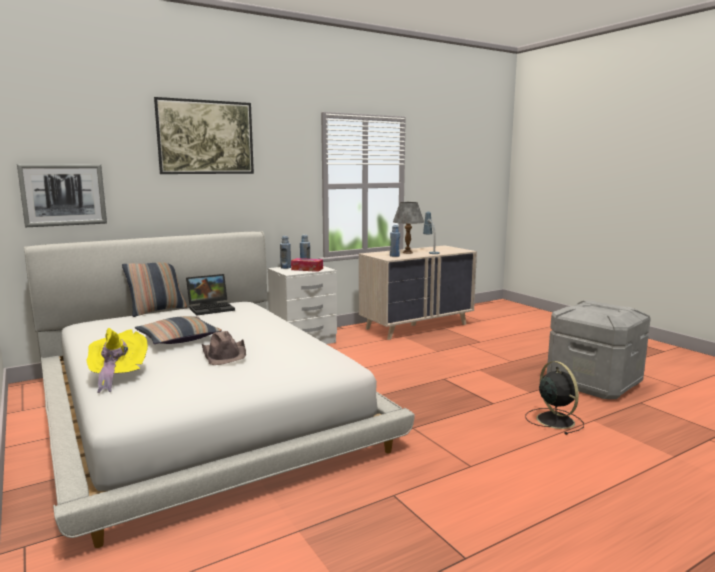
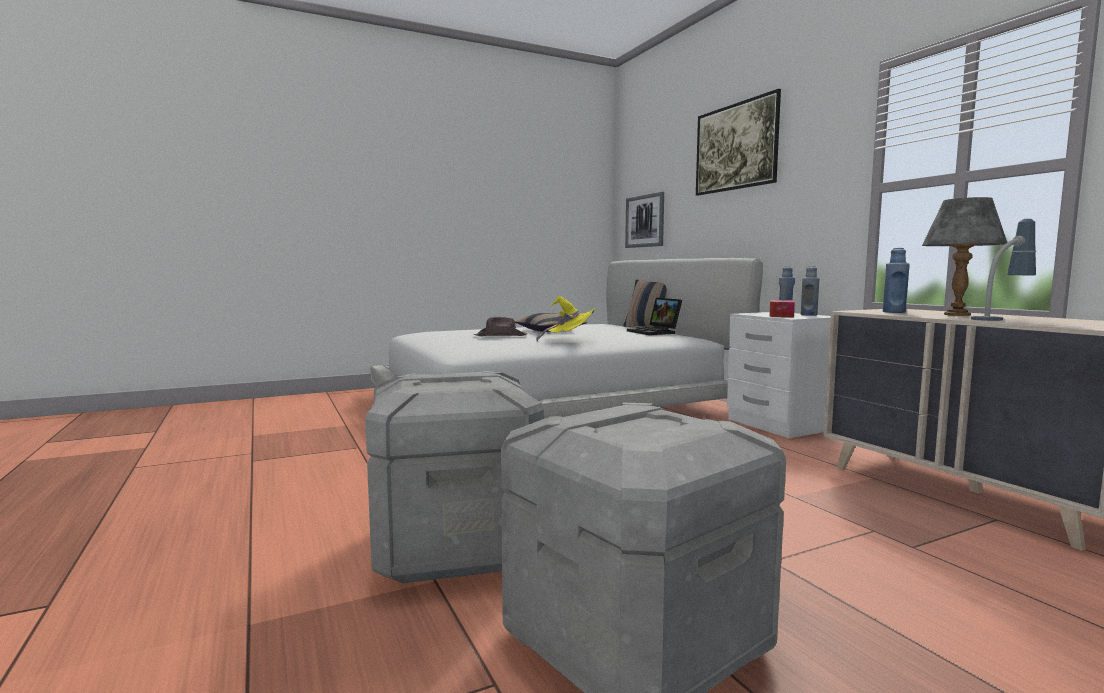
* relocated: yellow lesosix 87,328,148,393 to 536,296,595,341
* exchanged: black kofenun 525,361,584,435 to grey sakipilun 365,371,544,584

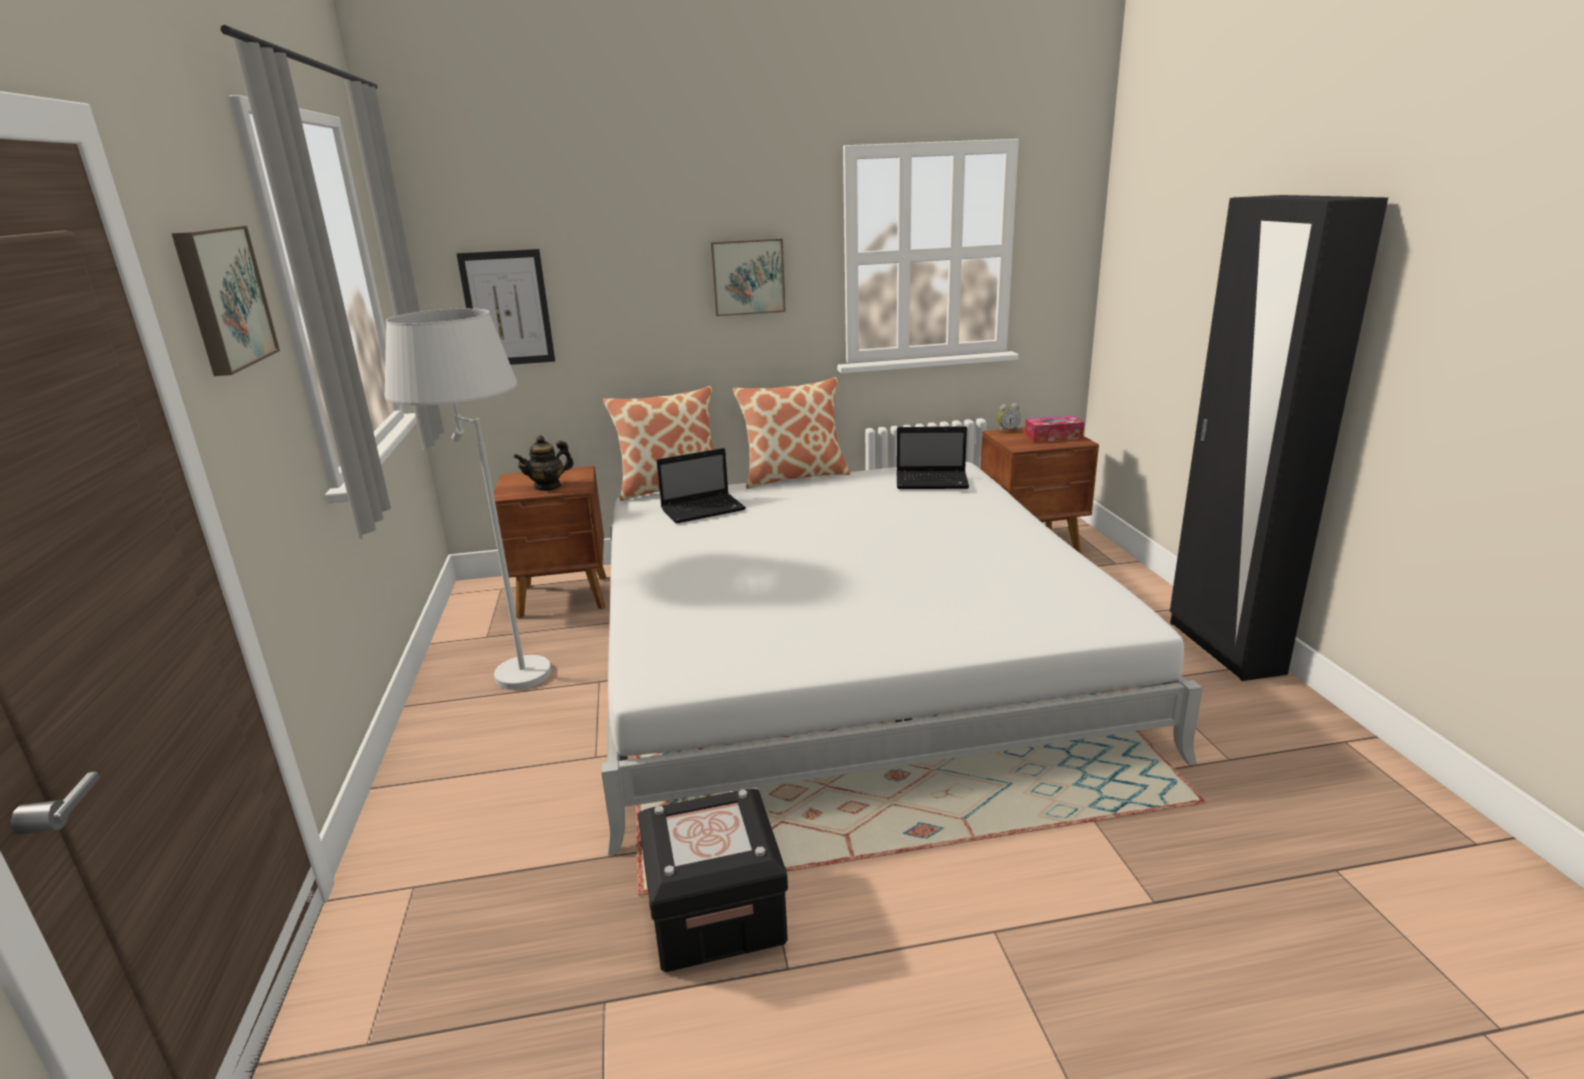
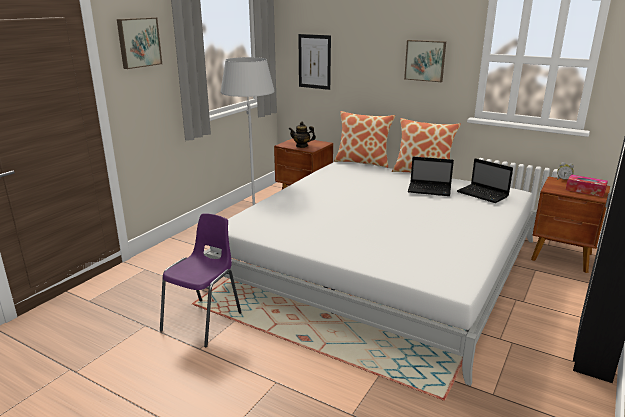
* relocated: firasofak 656,448,746,524 to 408,157,454,196
* exchanged: black sakipilun 638,789,788,972 to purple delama 160,214,242,347

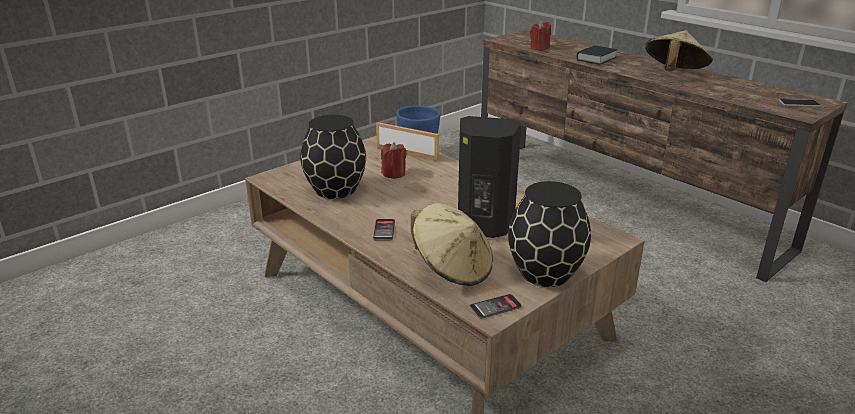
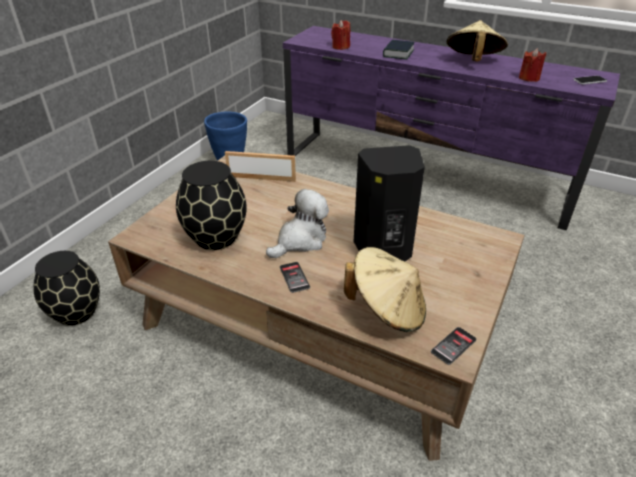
* appeared: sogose 266,189,329,258
* relocated: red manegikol 381,142,407,179 to 519,48,546,82
* relocated: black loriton 508,181,591,287 to 33,251,100,326
* colour: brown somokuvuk 481,29,848,283 to purple somokuvuk 283,26,620,231

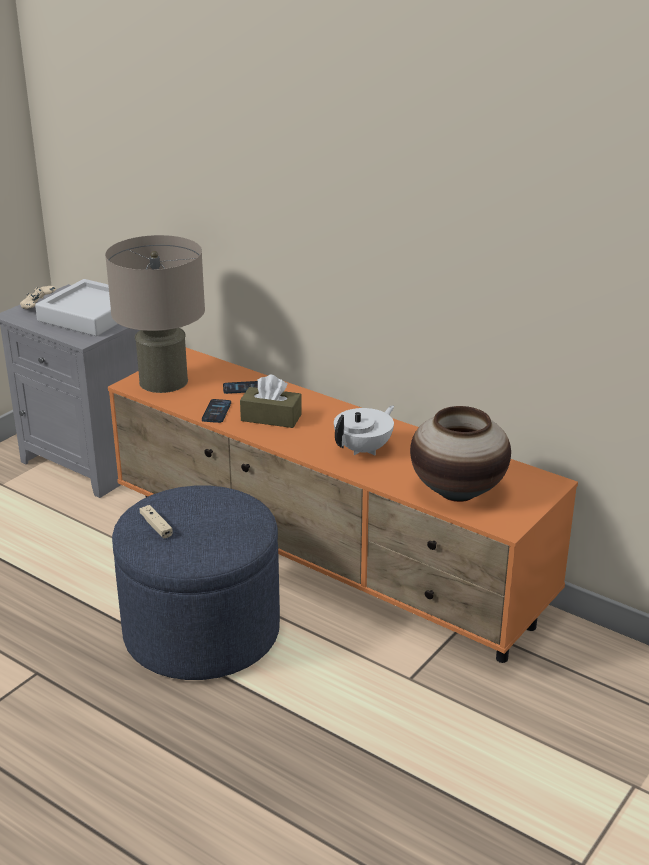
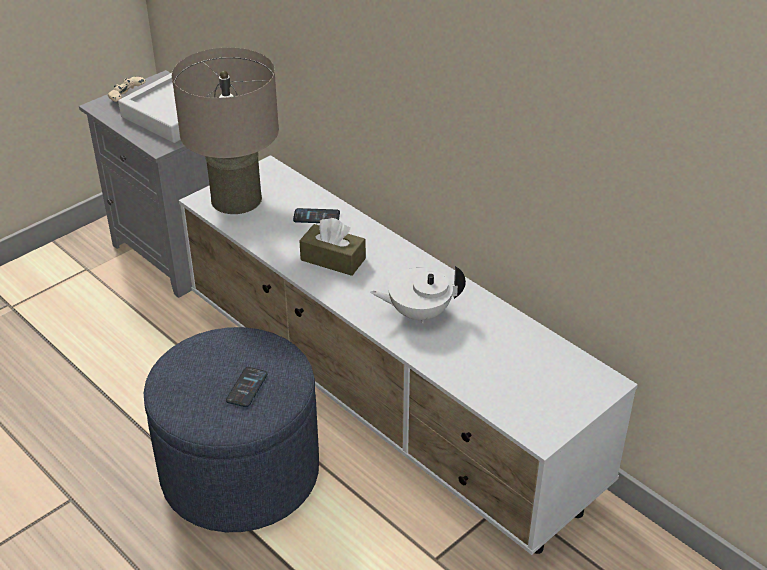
* missing: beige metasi 140,505,172,538
* missing: loriton 410,406,511,502
* relocated: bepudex 202,399,231,423 to 226,367,267,407
* colour: orange somokuvuk 108,348,578,663 to white somokuvuk 179,155,638,555
* spun: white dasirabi 334,405,394,456 = 370,266,466,323 150 degrees counterclockwise

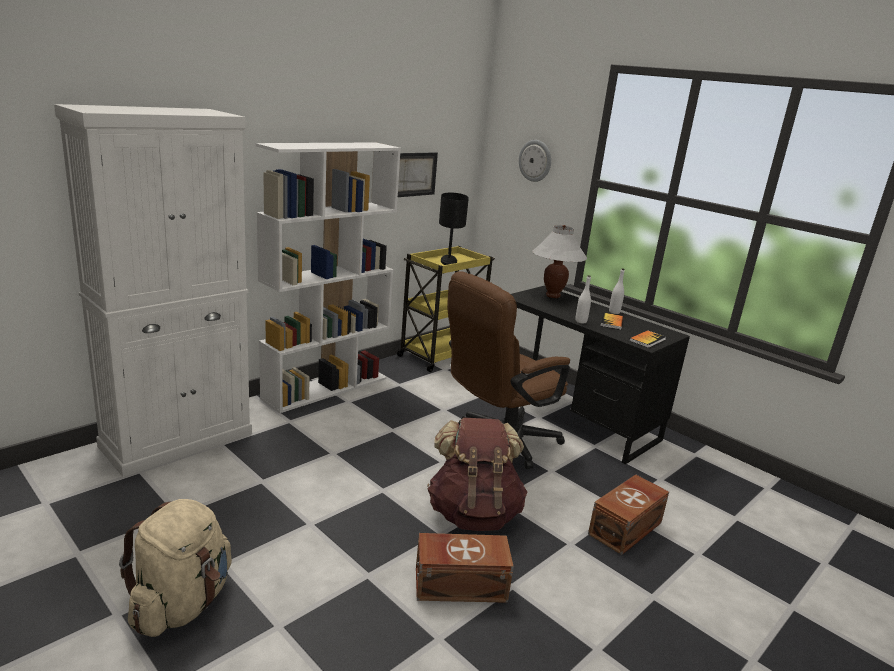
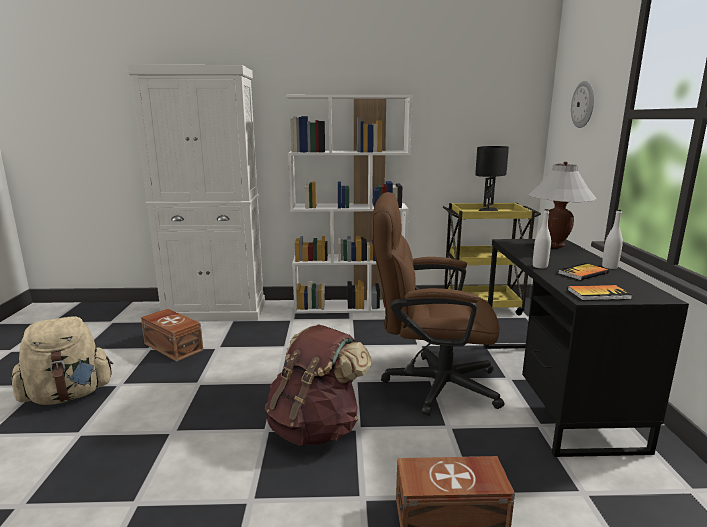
* missing: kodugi 398,152,438,197
* relocated: brown sakipilun 416,533,514,603 to 141,309,203,362

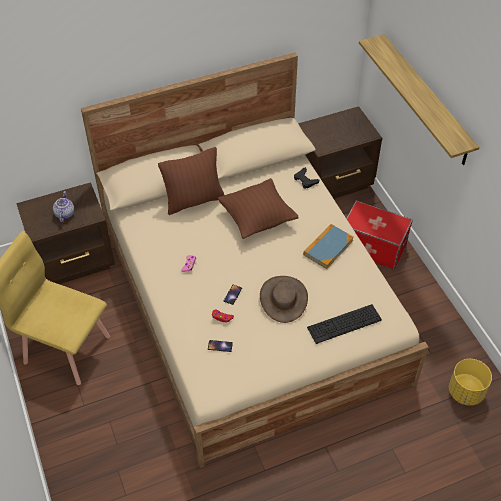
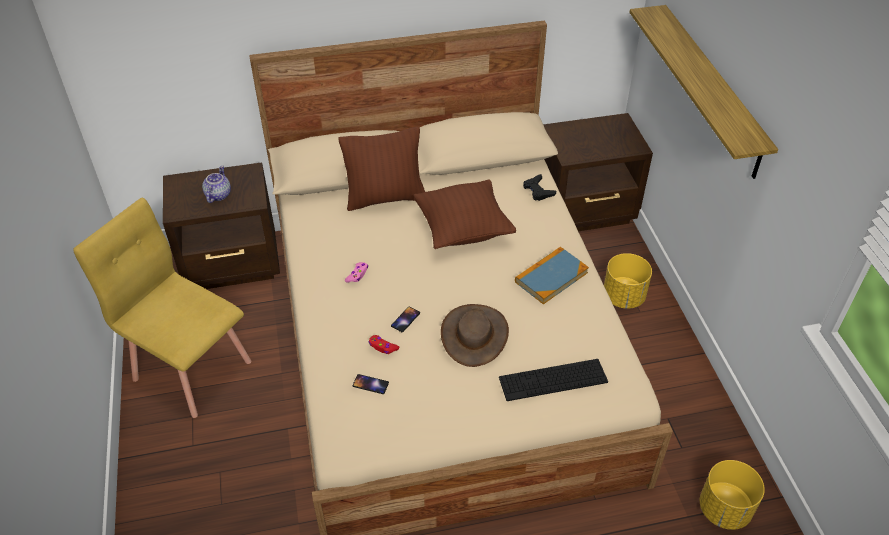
* exchanged: sakipilun 346,200,413,270 to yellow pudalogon 604,253,652,309

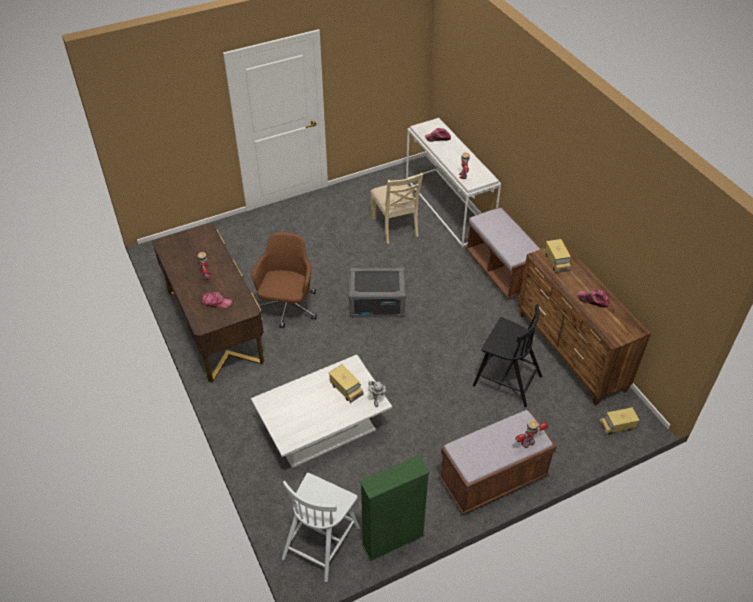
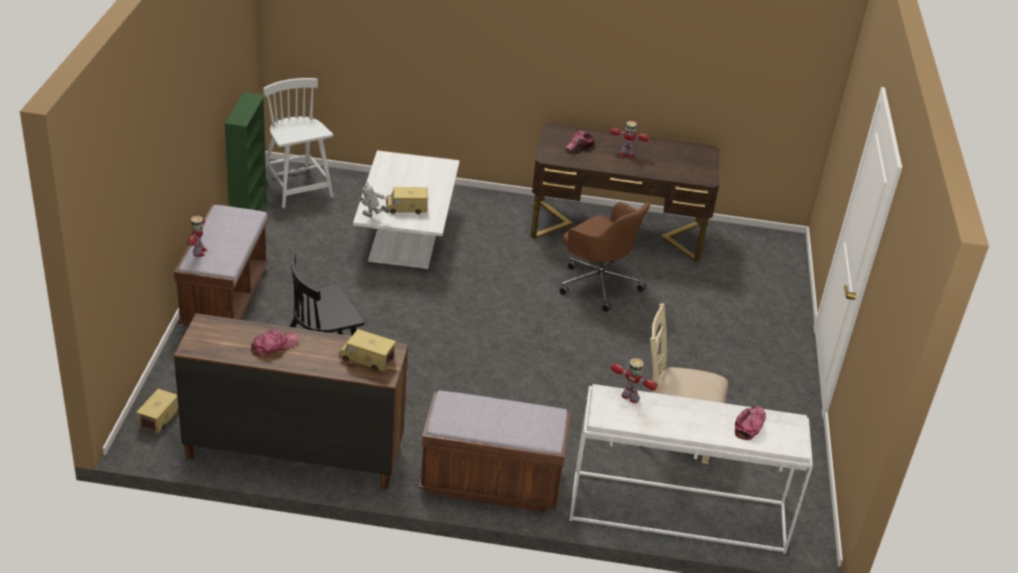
* missing: grey sakipilun 348,268,406,318

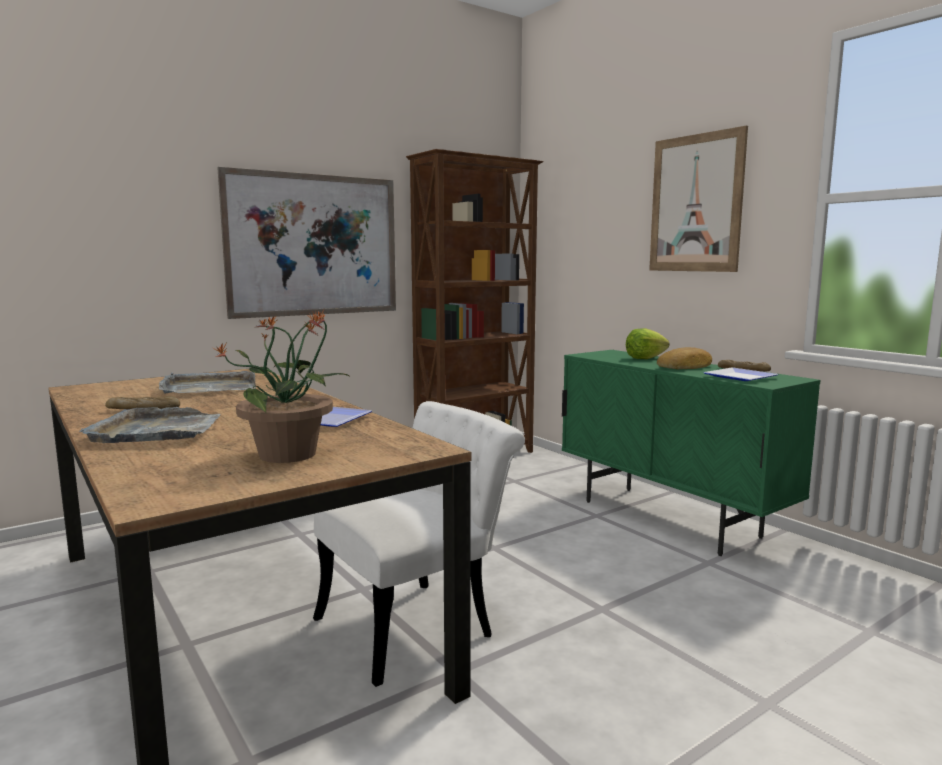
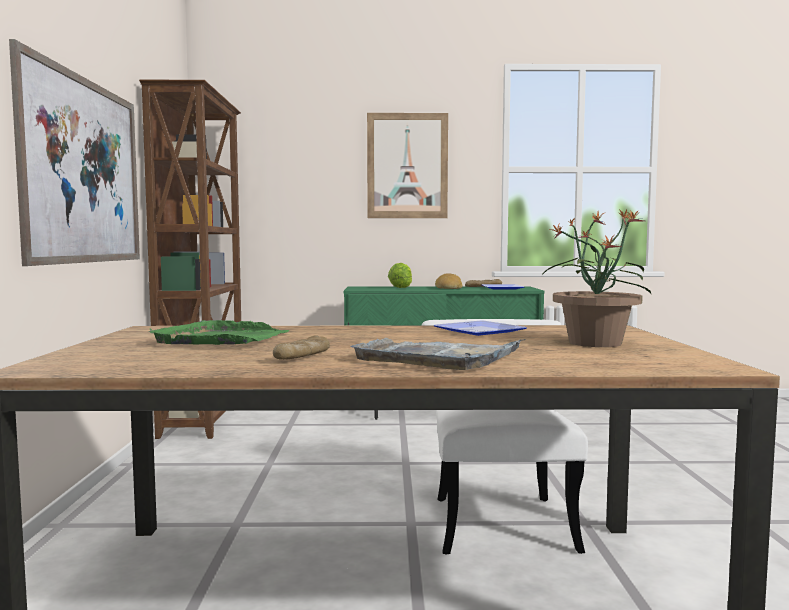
* colour: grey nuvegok 159,371,256,393 to green nuvegok 148,320,290,345

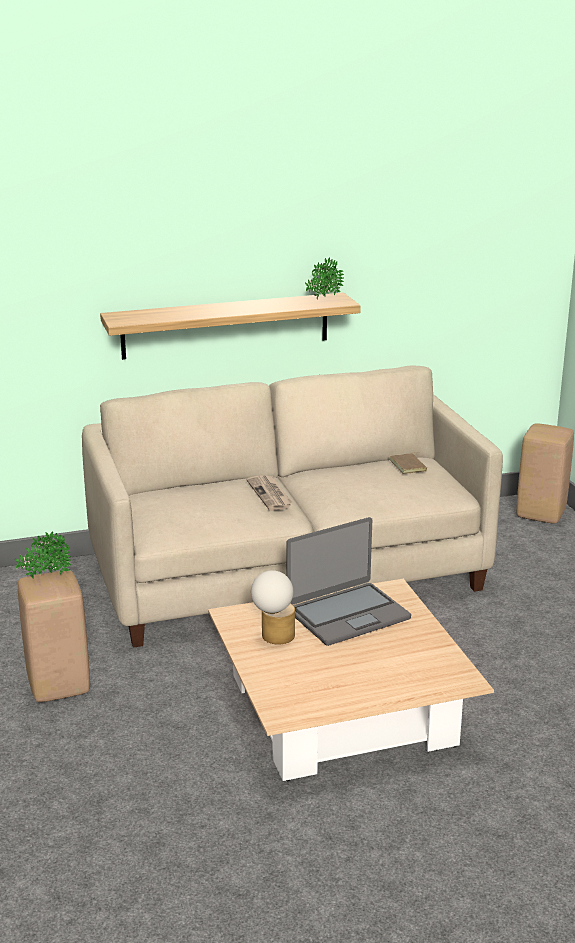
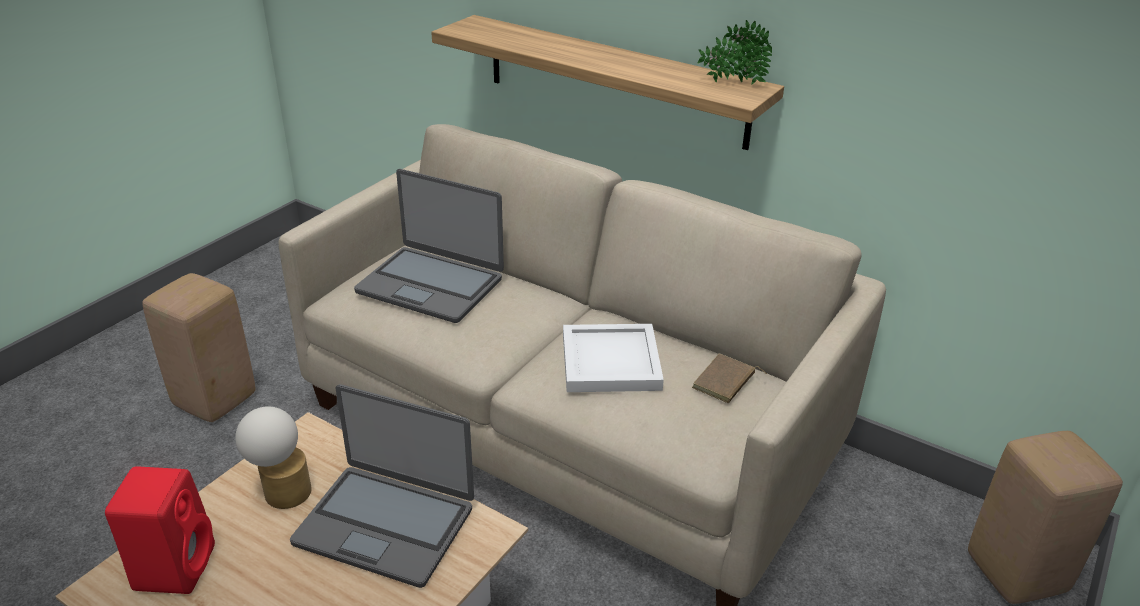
* missing: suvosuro 15,531,71,579
* missing: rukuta 247,475,292,511
* appeared: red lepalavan 105,467,215,594
* appeared: firasofak 354,169,504,323
* appeared: white nuvegok 563,324,664,392

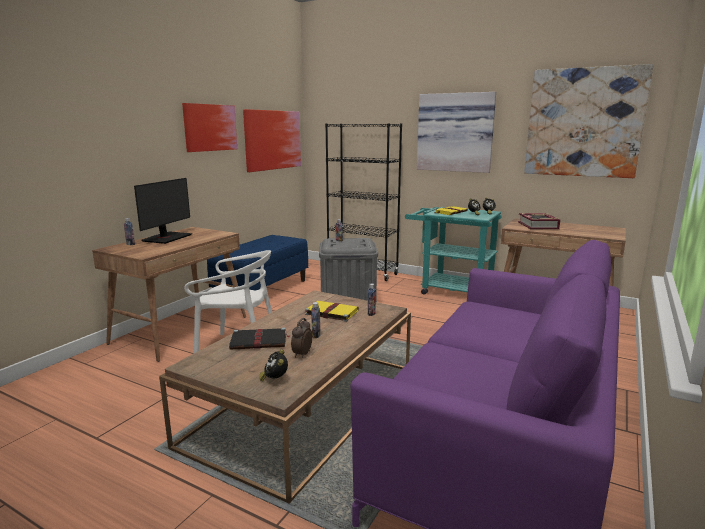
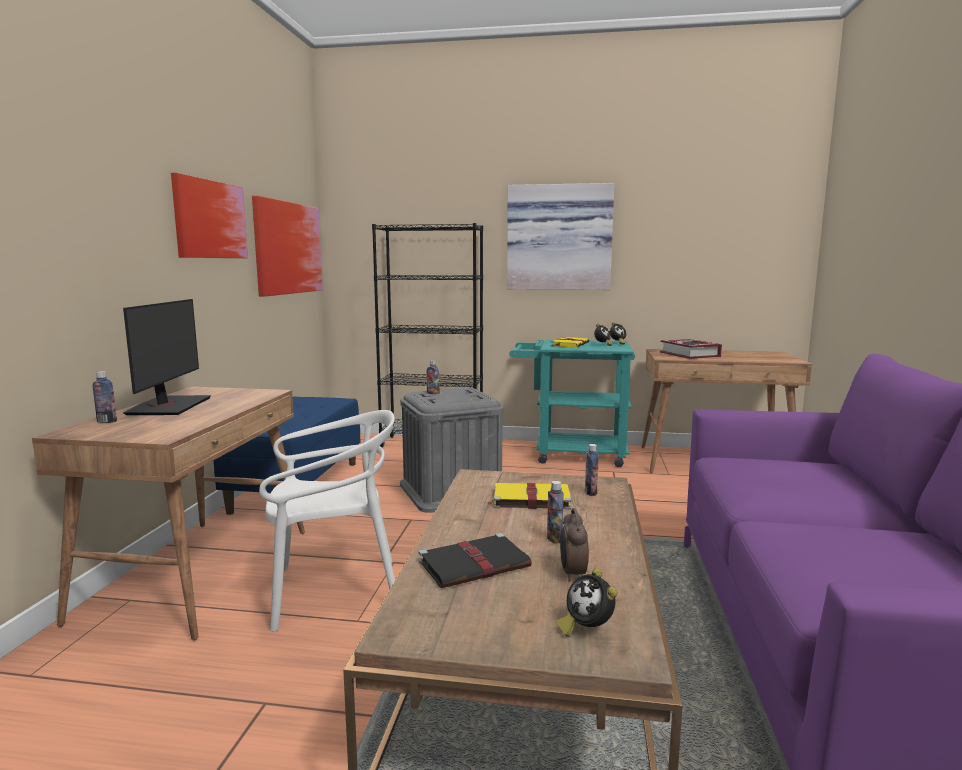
* missing: kodugi 524,64,653,178

